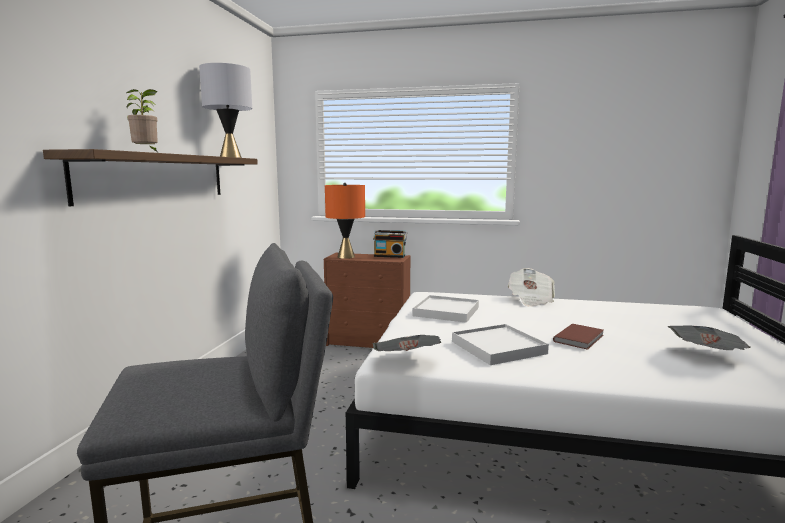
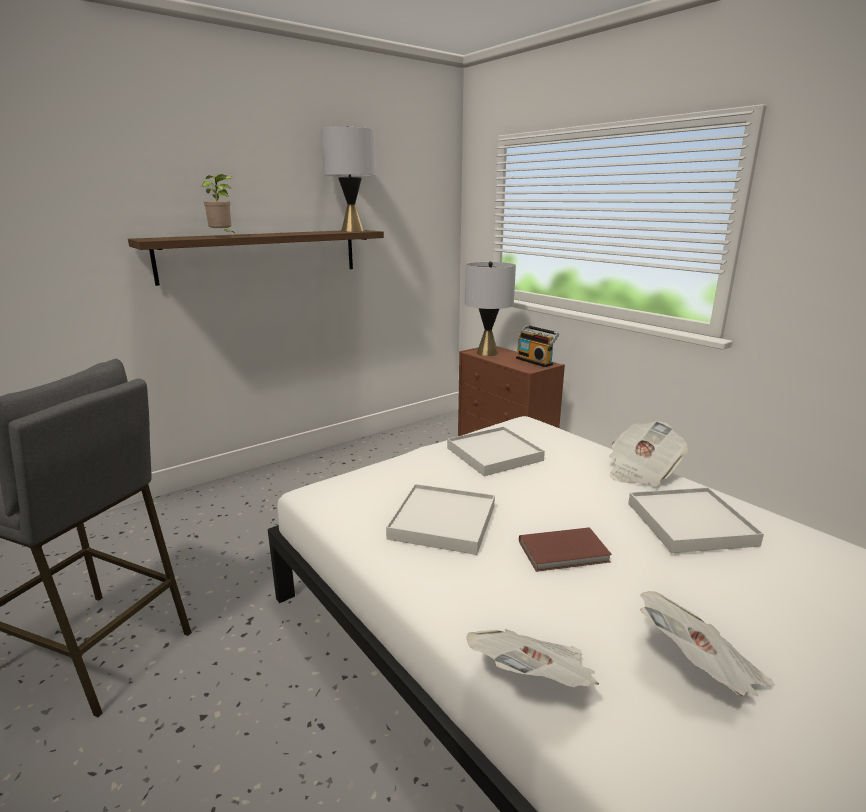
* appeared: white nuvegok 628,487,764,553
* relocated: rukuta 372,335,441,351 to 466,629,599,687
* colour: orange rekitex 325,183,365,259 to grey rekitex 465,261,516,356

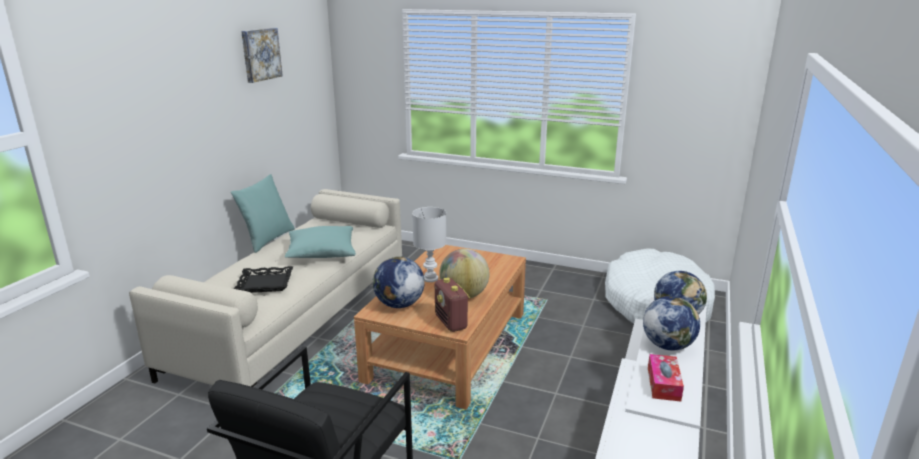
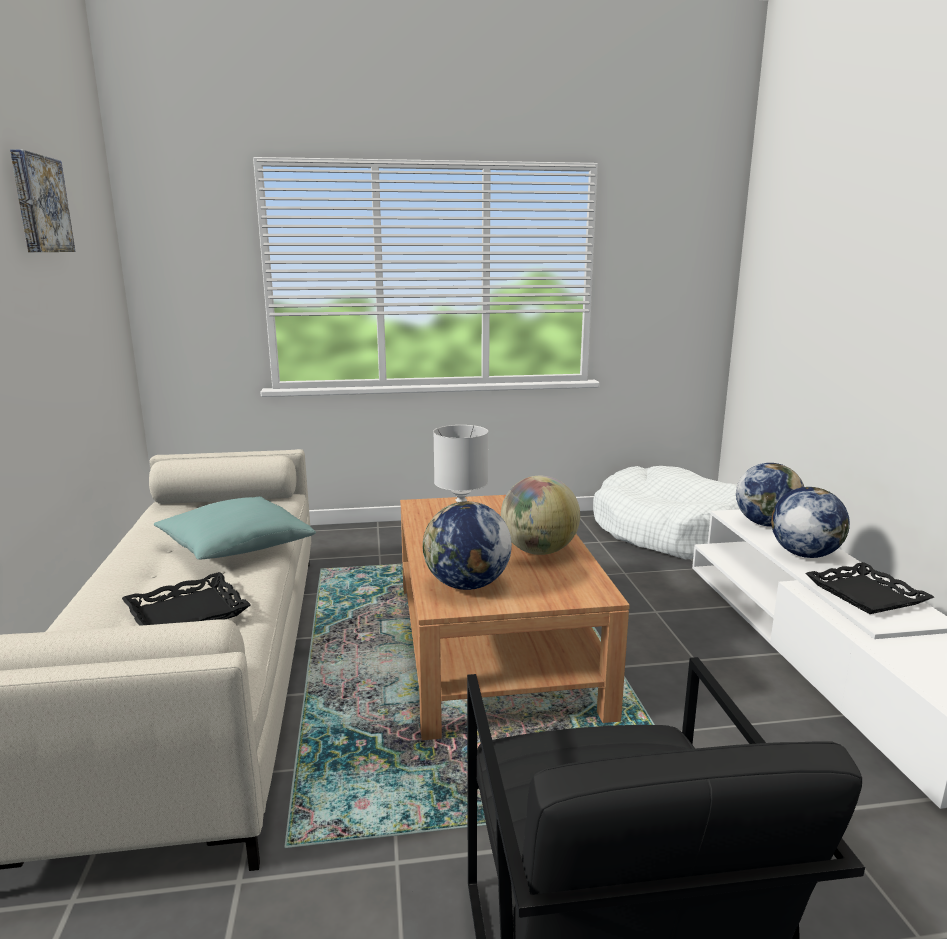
* missing: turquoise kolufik 231,174,295,253
* missing: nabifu 435,277,470,332
* exchanged: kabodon 648,354,684,402 to black nuvegok 805,562,934,614

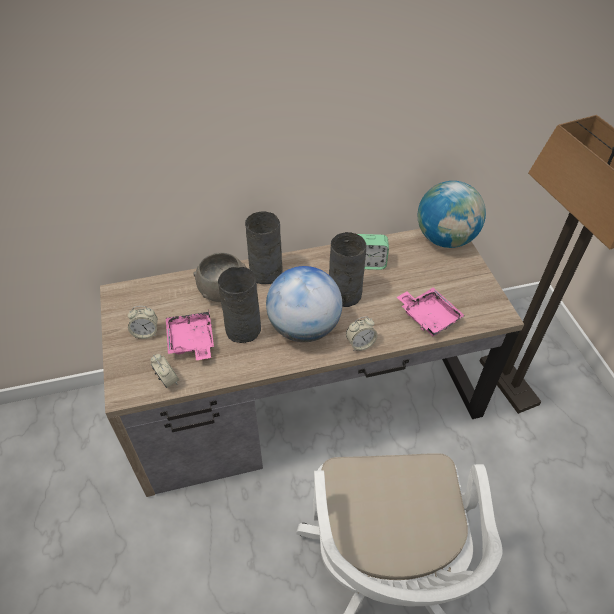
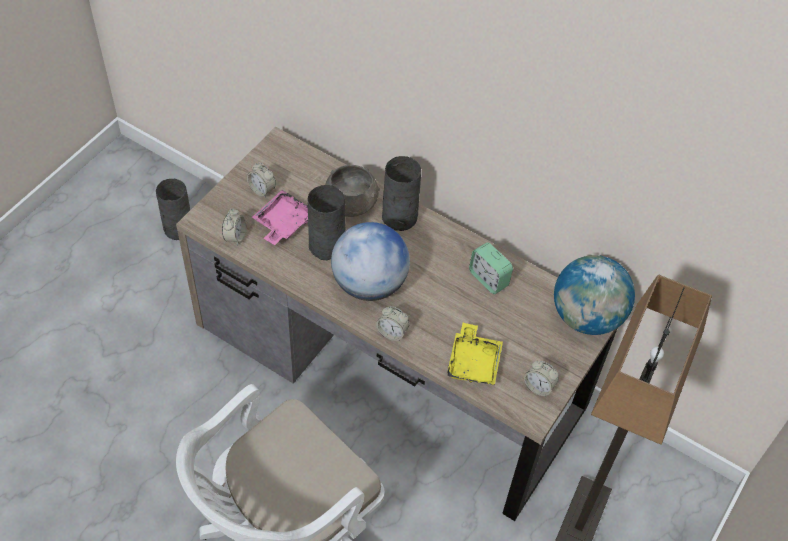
* appeared: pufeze 524,361,559,397
* relocated: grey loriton 329,232,366,307 to 156,179,190,240
* colour: pink nuvegok 397,288,465,336 to yellow nuvegok 447,323,503,385

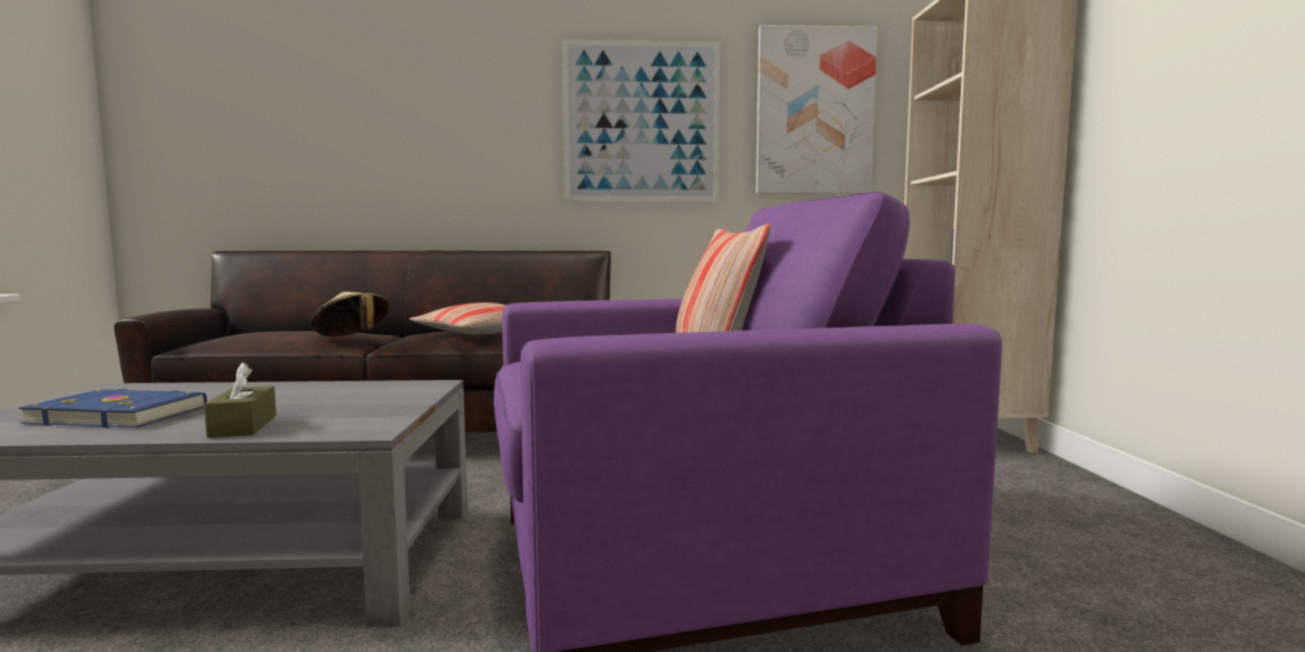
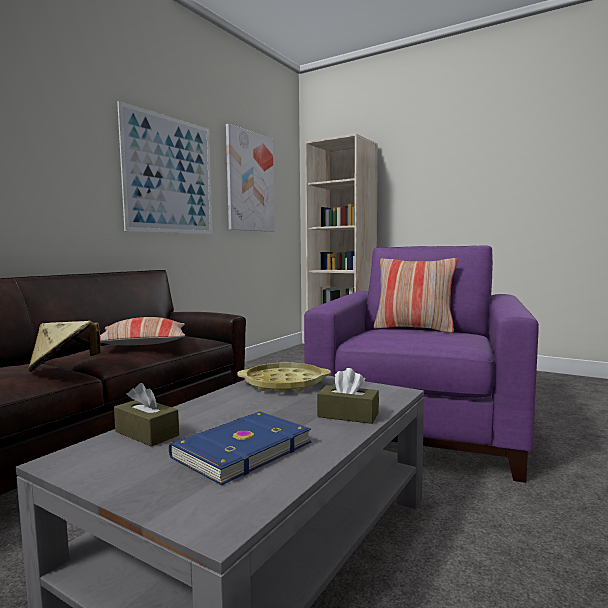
* appeared: brown kabodon 114,383,179,447
* appeared: yellow nuvegok 237,362,331,393

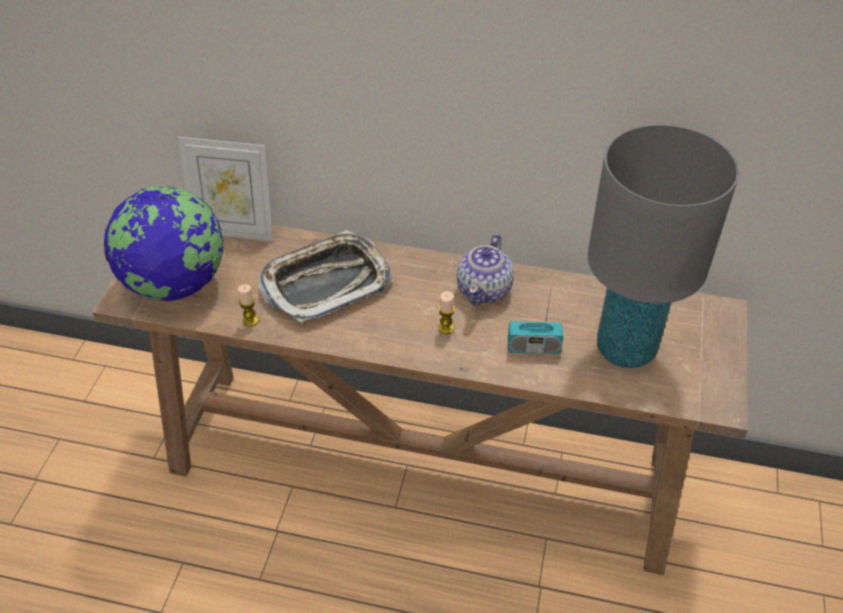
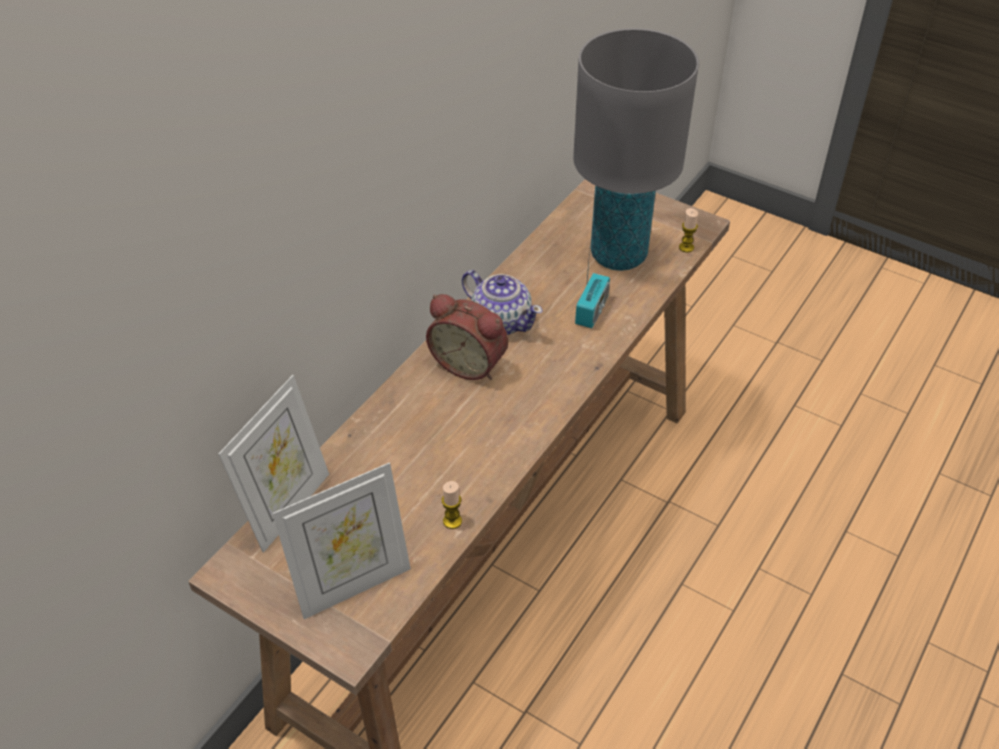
* missing: nuvegok 258,230,392,323
* appeared: pufeze 426,294,508,380
* relocated: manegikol 438,291,455,334 to 679,208,698,253
* exchanged: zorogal 104,186,223,301 to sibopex 273,462,411,619

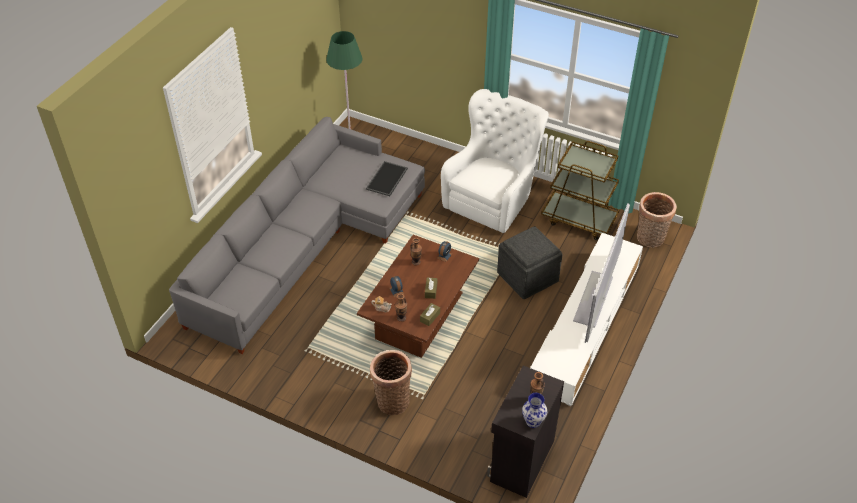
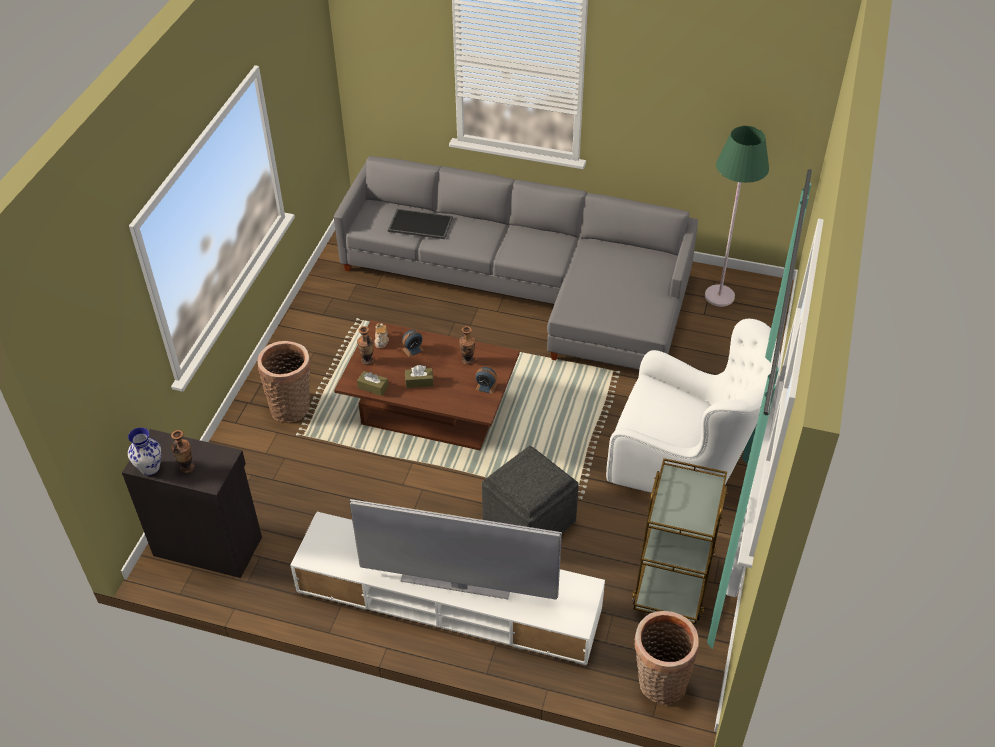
* relocated: nuvegok 366,161,408,196 to 388,209,453,239

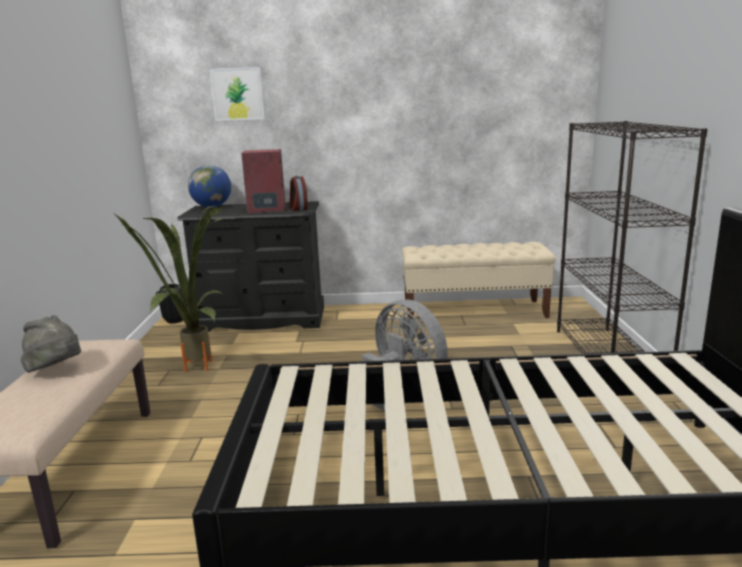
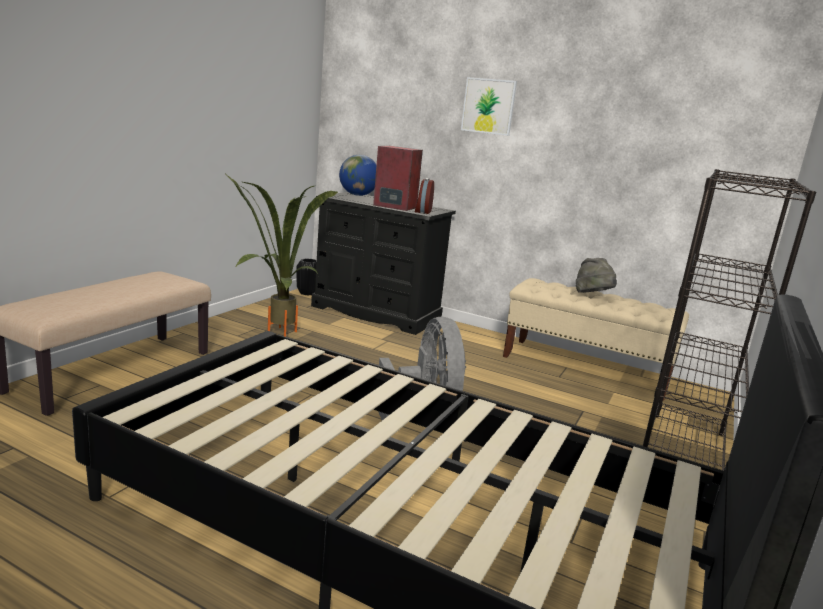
* relocated: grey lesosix 21,315,81,373 to 576,258,617,293
* relocated: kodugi 210,67,265,121 to 461,77,517,136

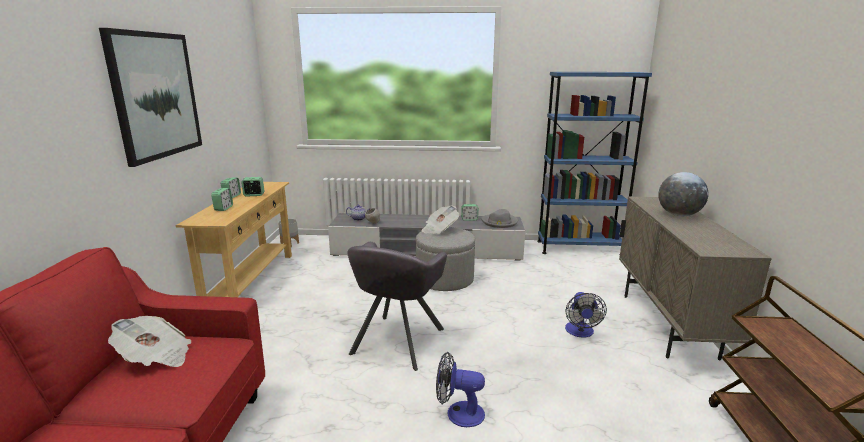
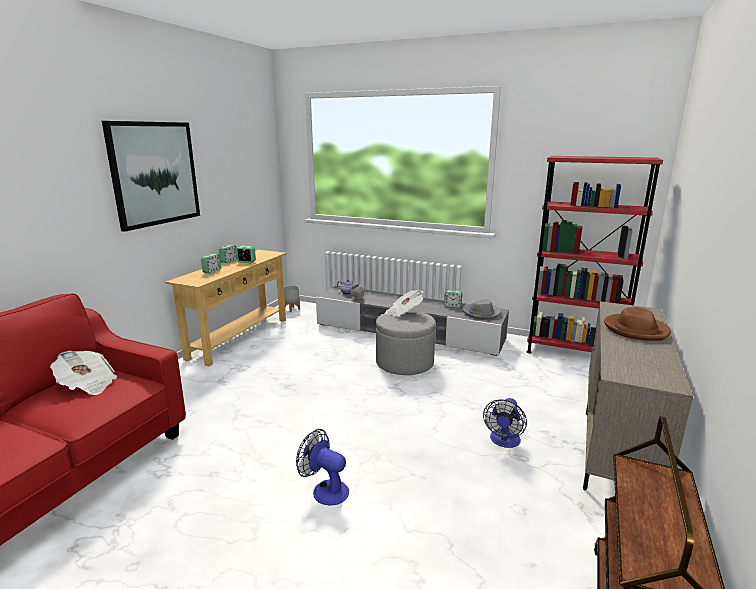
* missing: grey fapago 348,242,447,371
* exchanged: zorogal 658,172,709,216 to brown lesosix 604,307,671,341
* colour: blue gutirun 537,72,652,254 to red gutirun 526,156,663,353

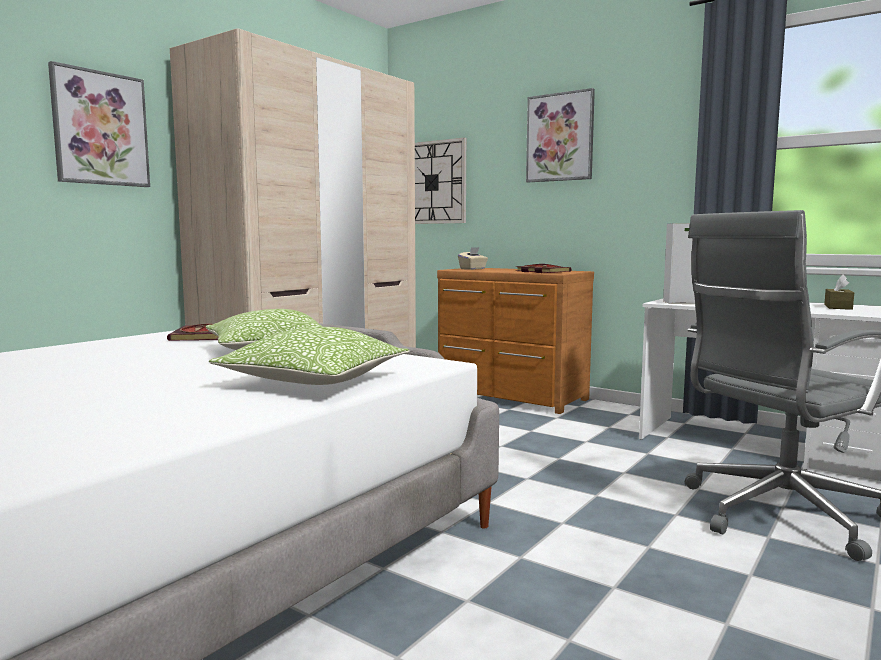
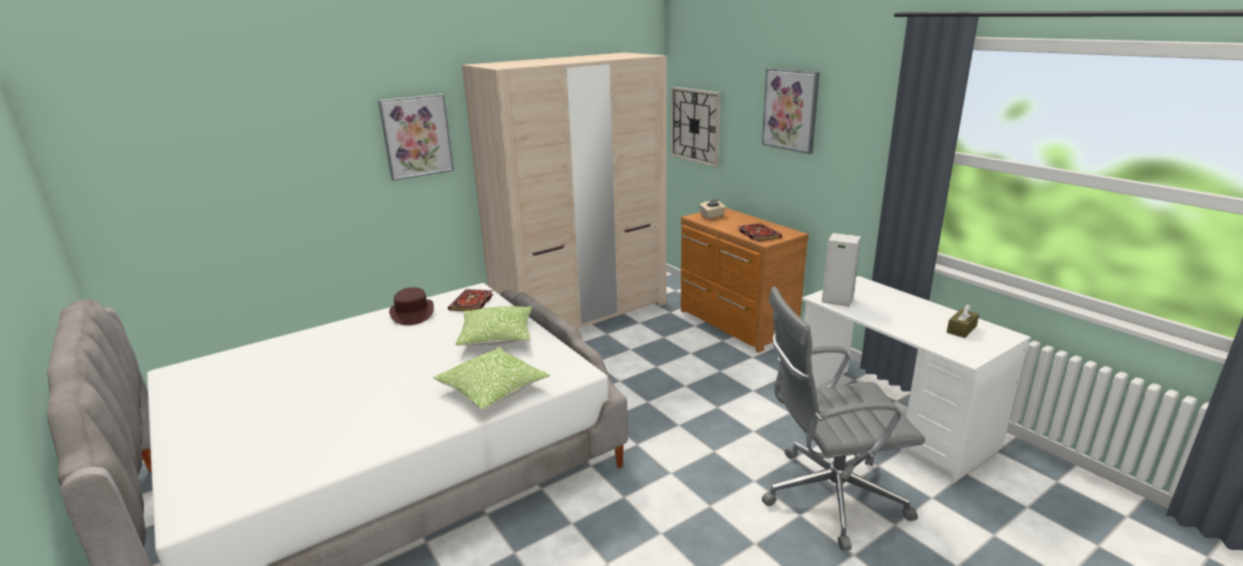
* appeared: brown lesosix 389,287,434,325

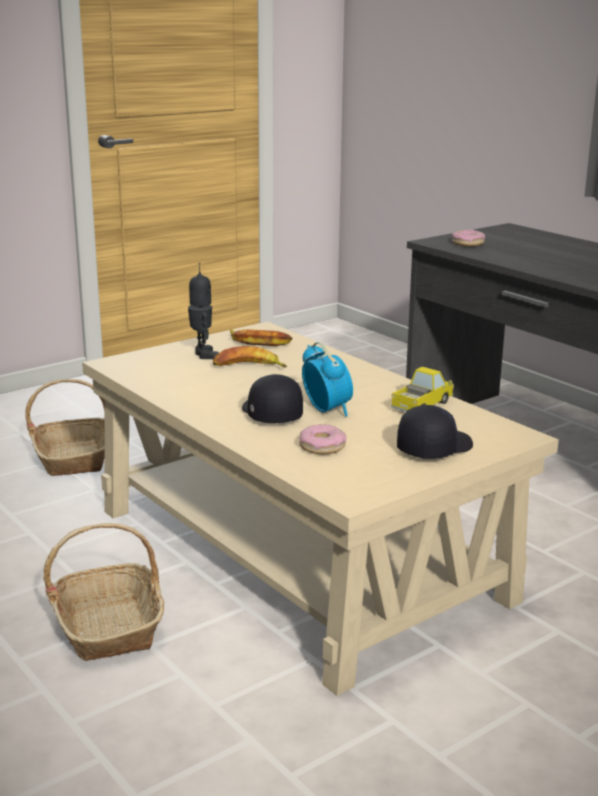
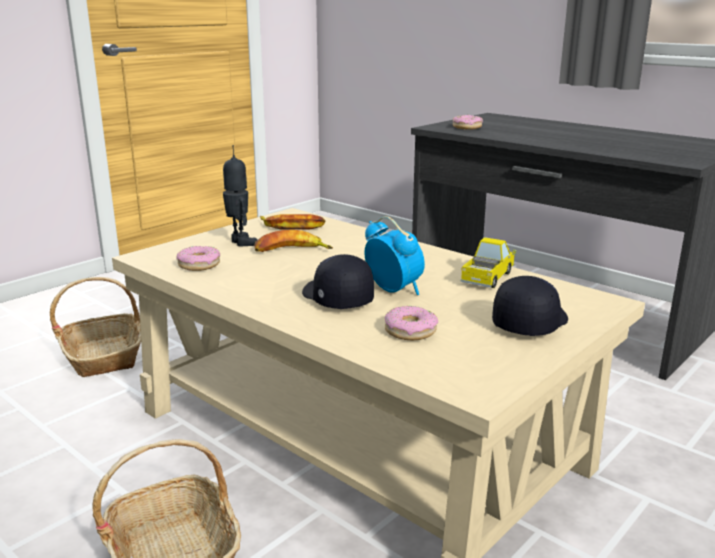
* appeared: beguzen 176,246,220,271

